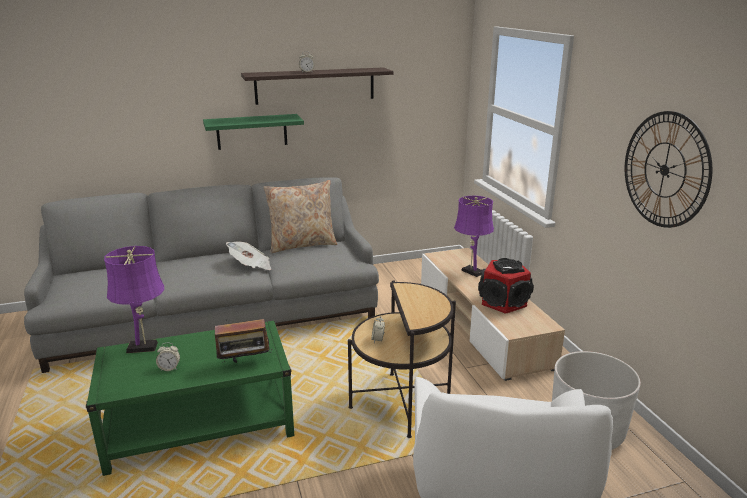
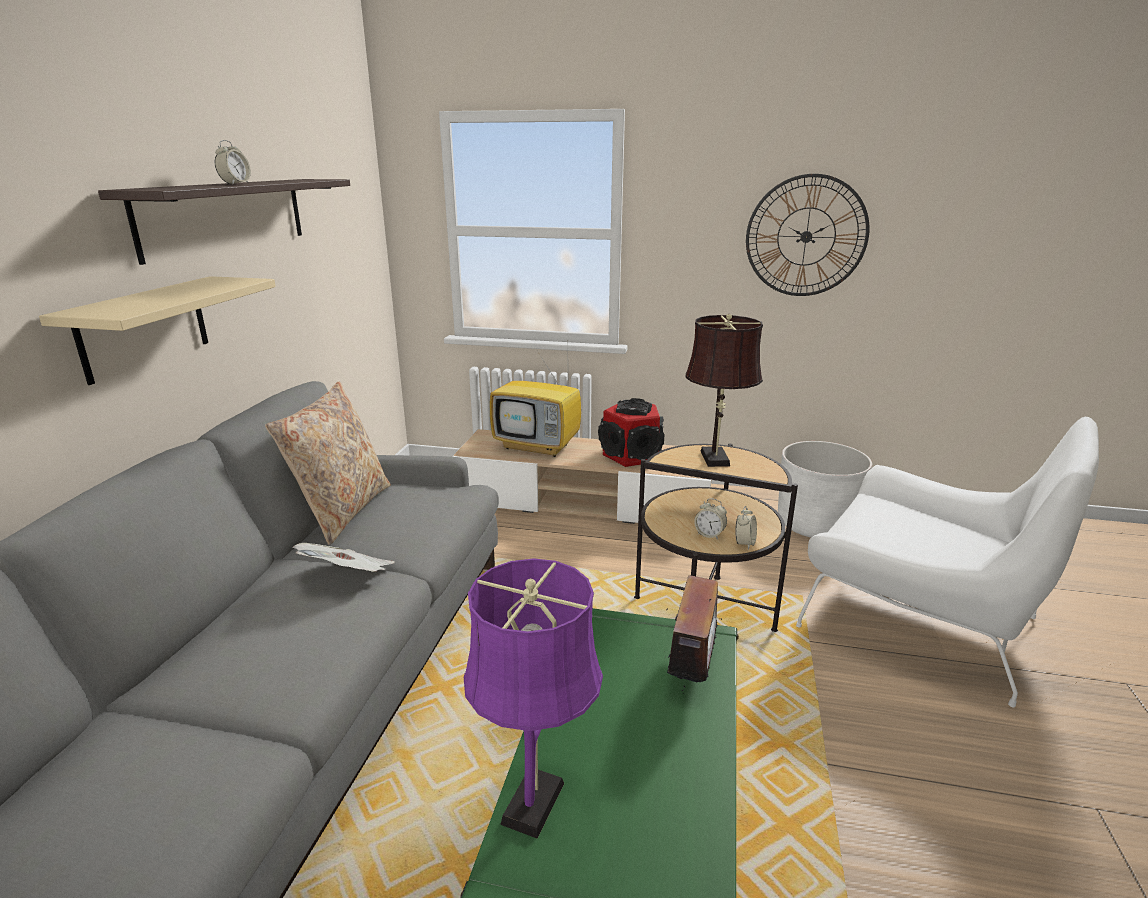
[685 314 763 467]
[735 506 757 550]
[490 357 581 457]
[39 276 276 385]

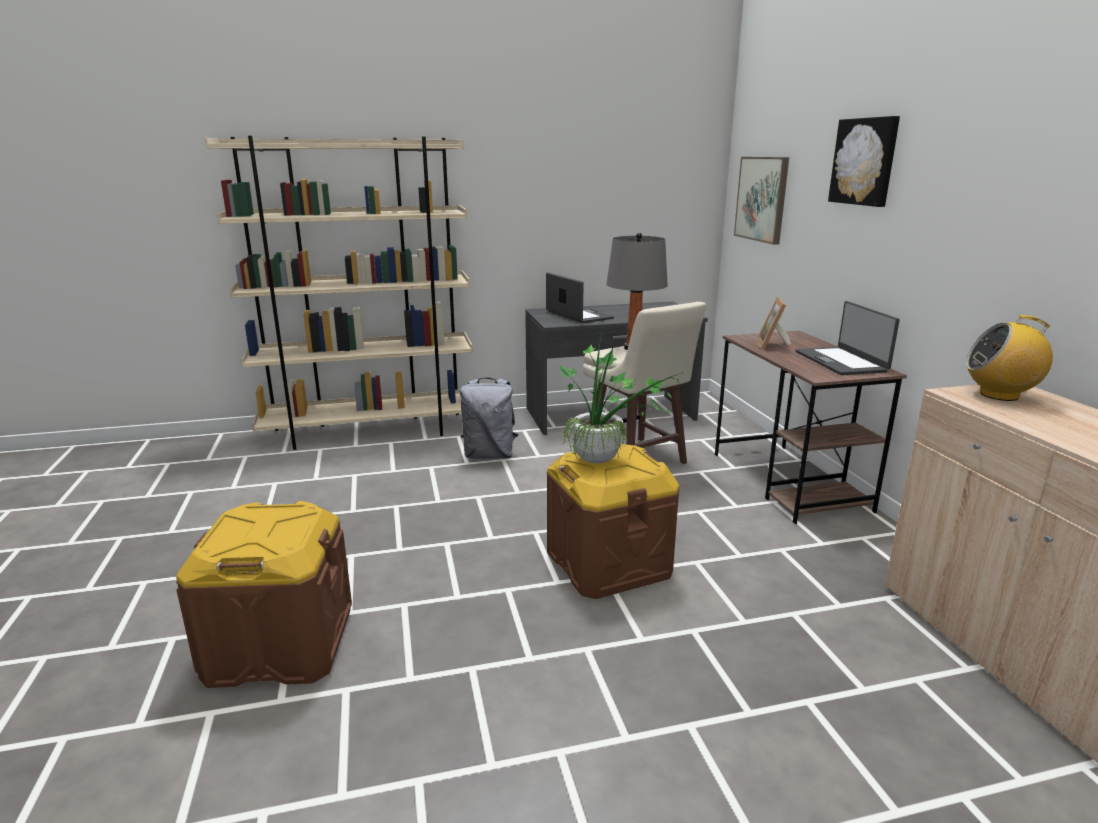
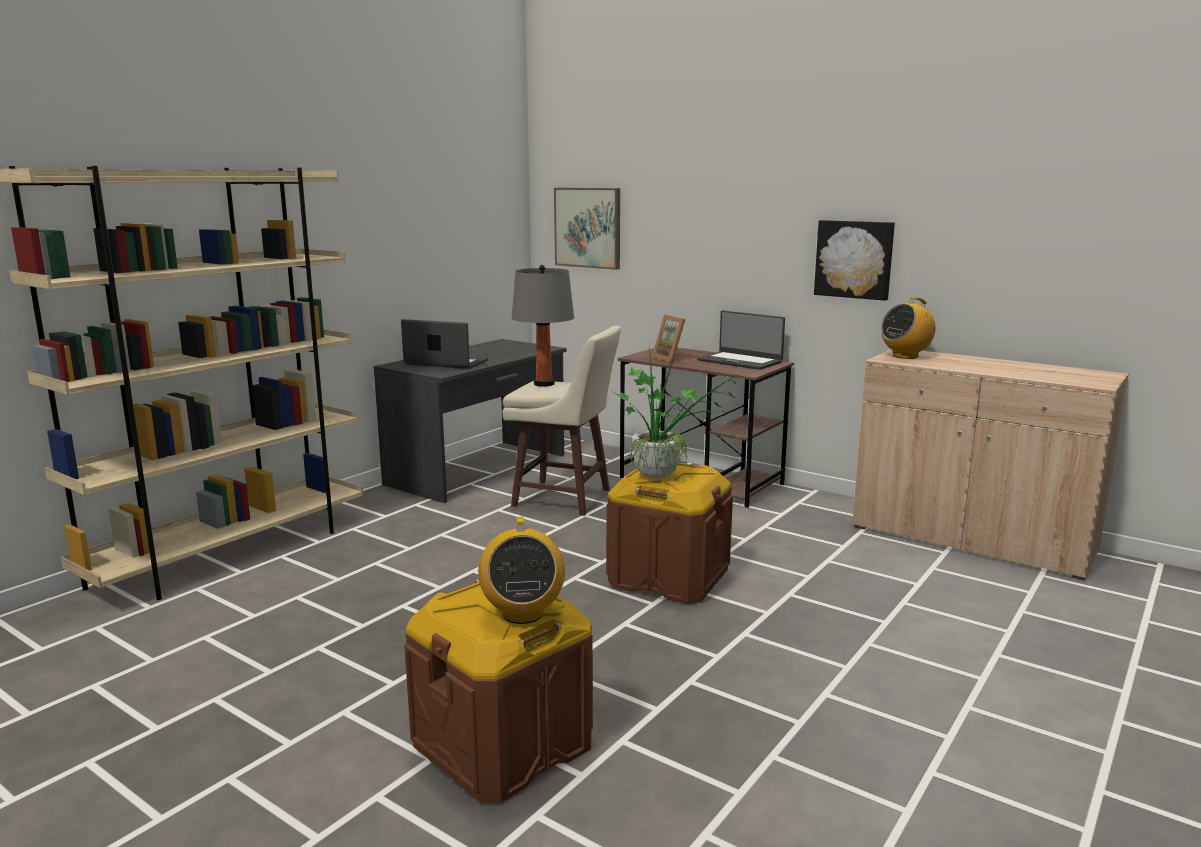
[460 377 518 459] (first image)
[478 517 565 624]
[814 220 895 301]

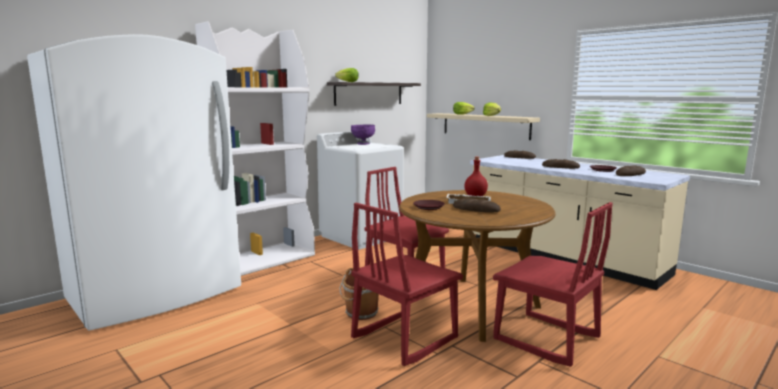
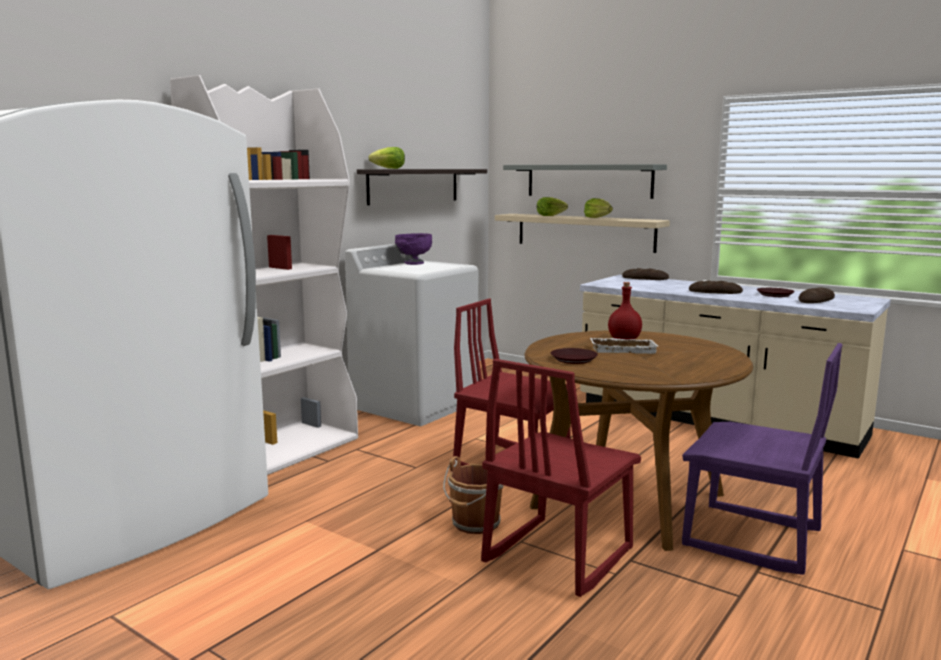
[453 198 501 213] (first image)
[503 164 667 199]
[682 343 843 575]

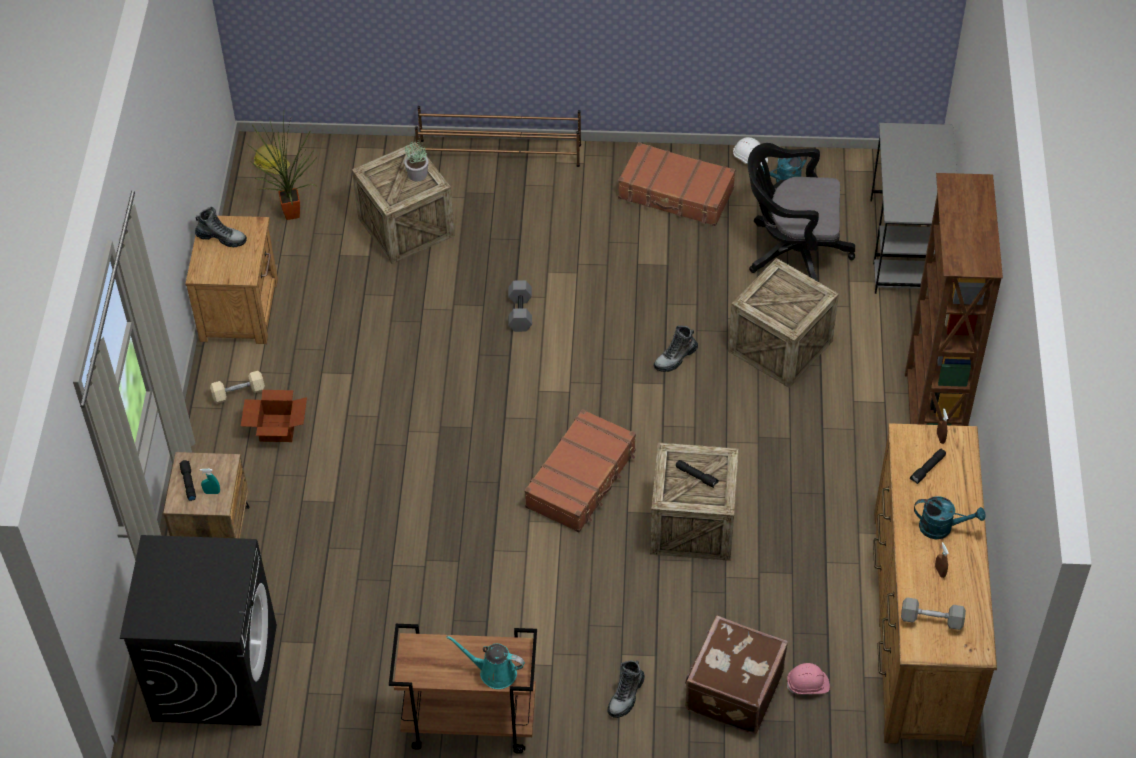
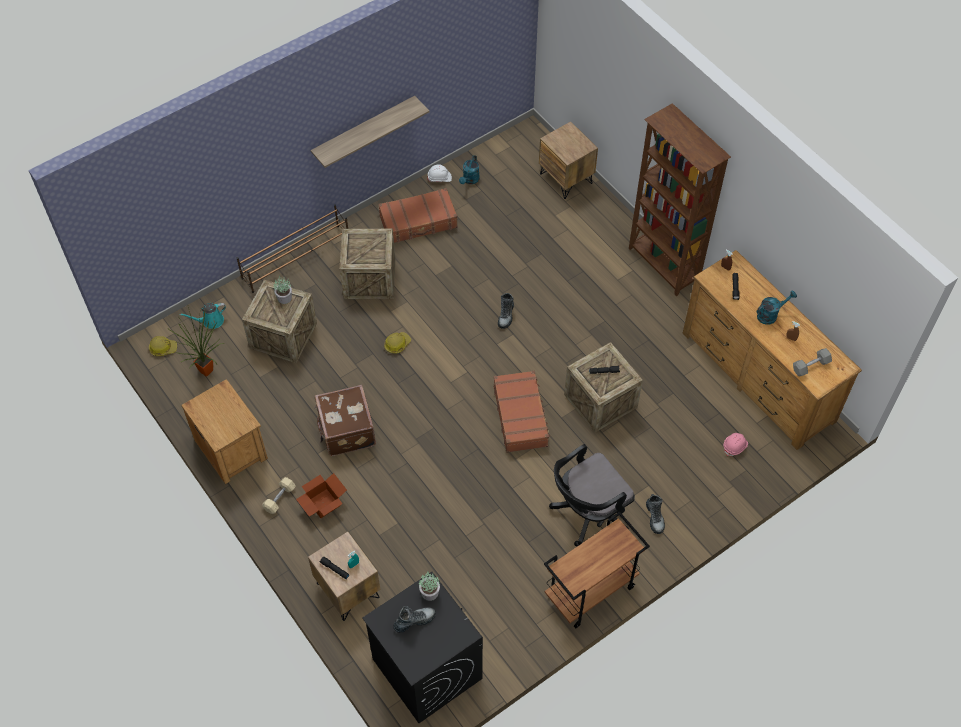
[311 96 429 168]
[419 572 440 601]
[393 606 436 633]
[180 303 226 329]
[315 385 376 456]
[339 229 395 299]
[549 444 635 546]
[384 332 411 354]
[539 121 598 199]

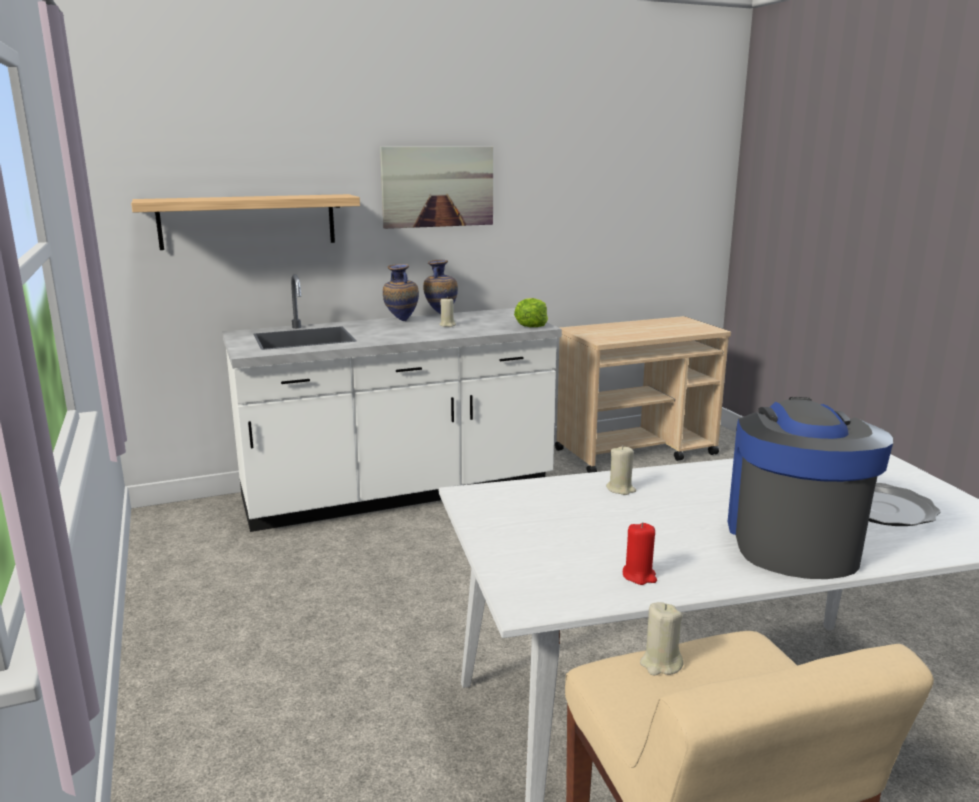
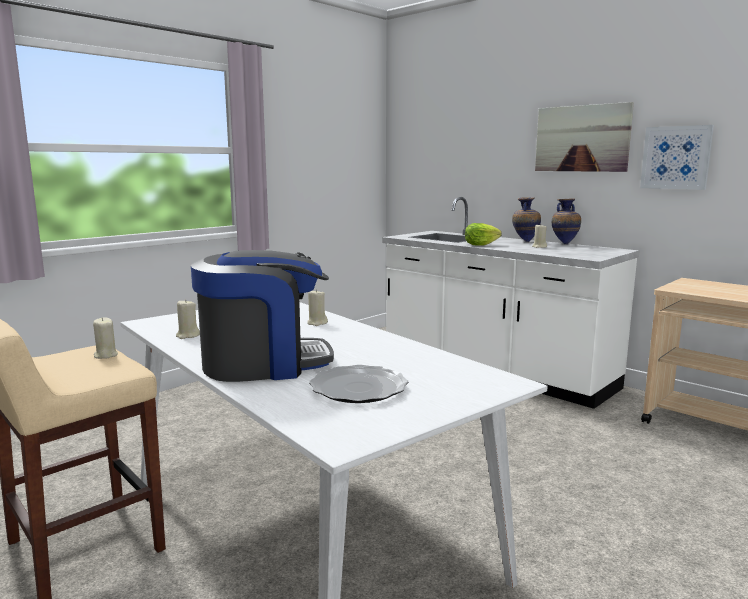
[131 194 360 250] (first image)
[640 125 714 190]
[465 223 502 246]
[176 299 200 339]

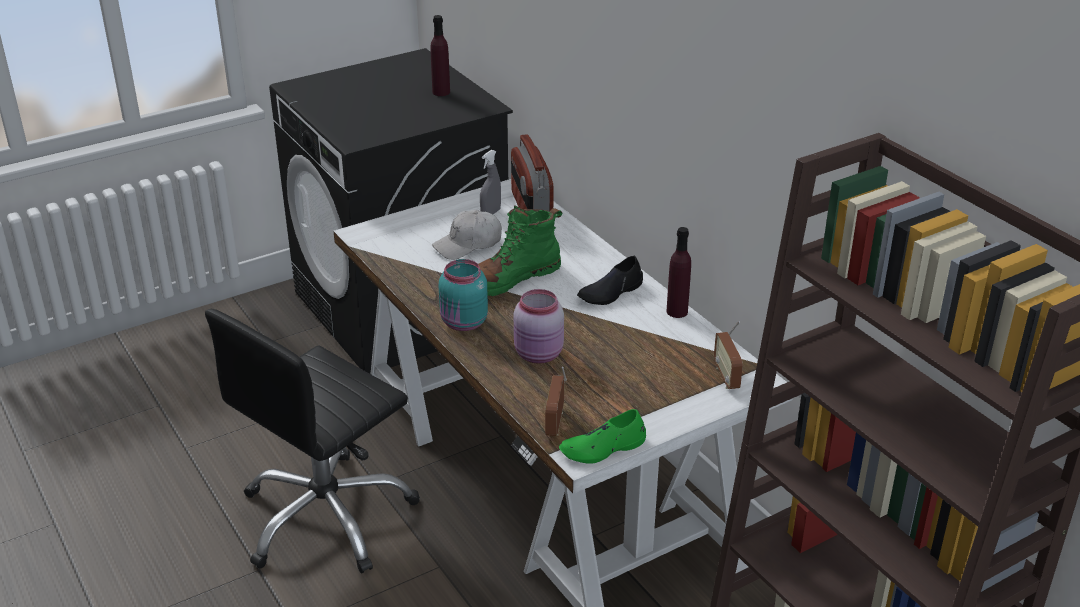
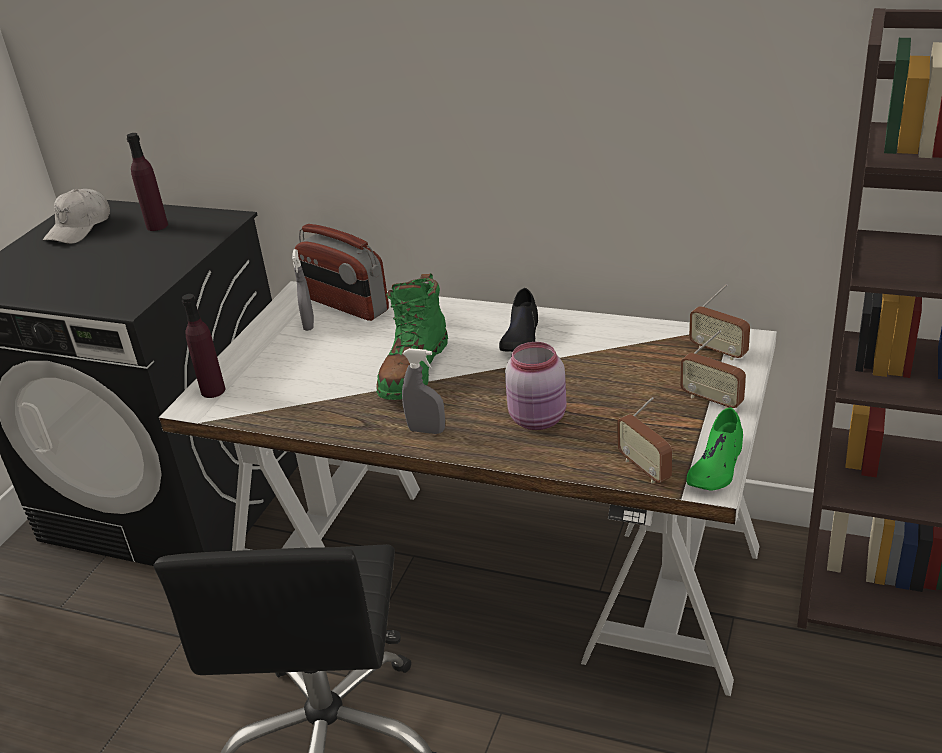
[680 330 746 409]
[43 189 110 244]
[182 294 225 398]
[402 348 445 434]

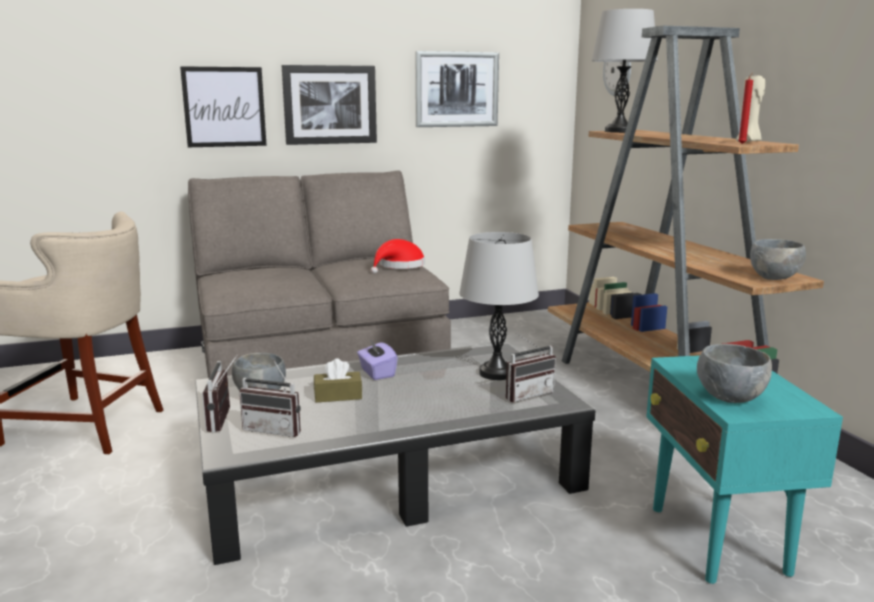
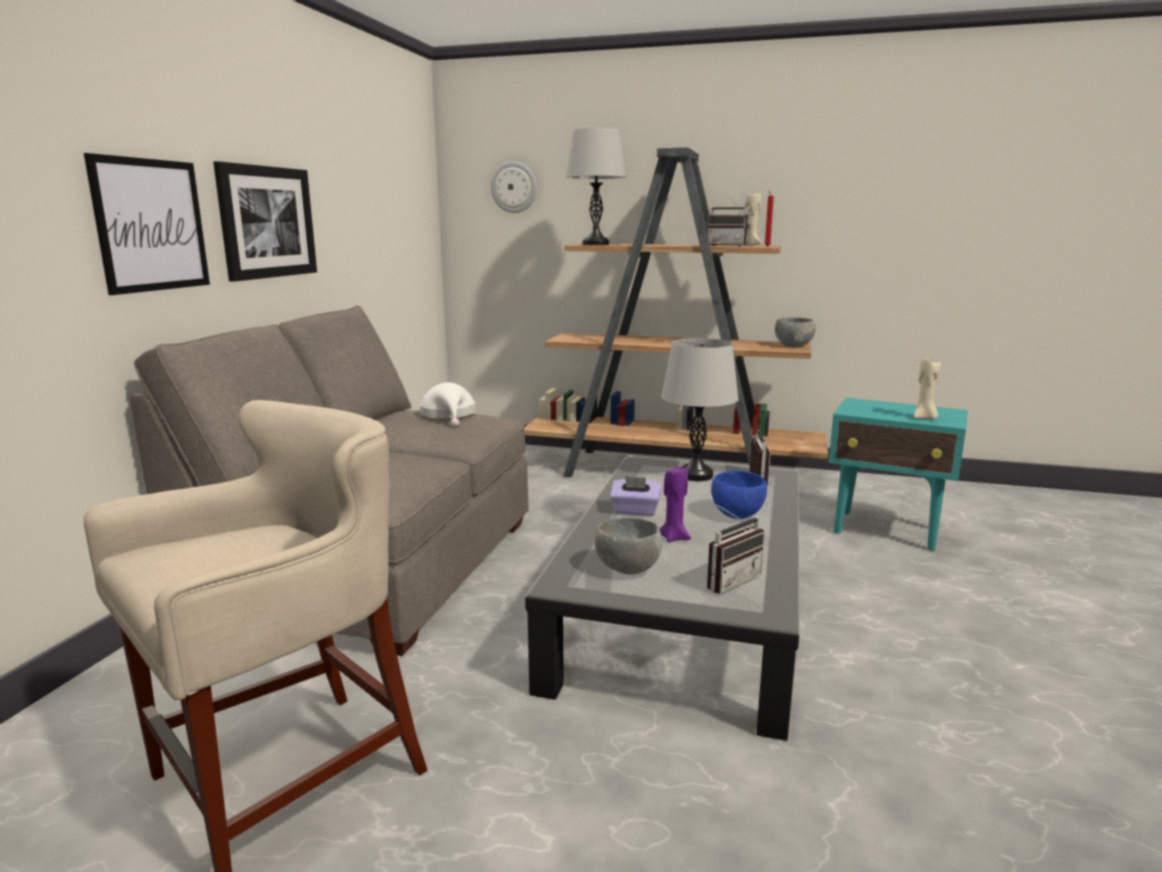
[415 51 499 127] (first image)
[711 470 767 519]
[707 199 749 246]
[659 466 691 542]
[914 358 941 419]
[420 382 476 427]

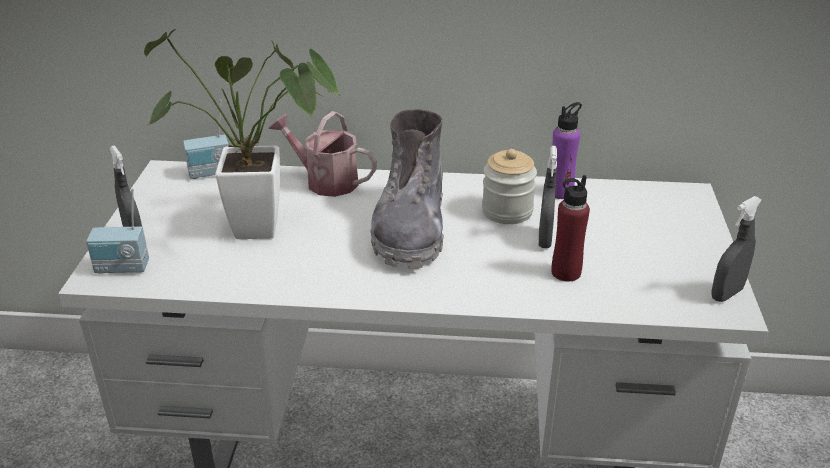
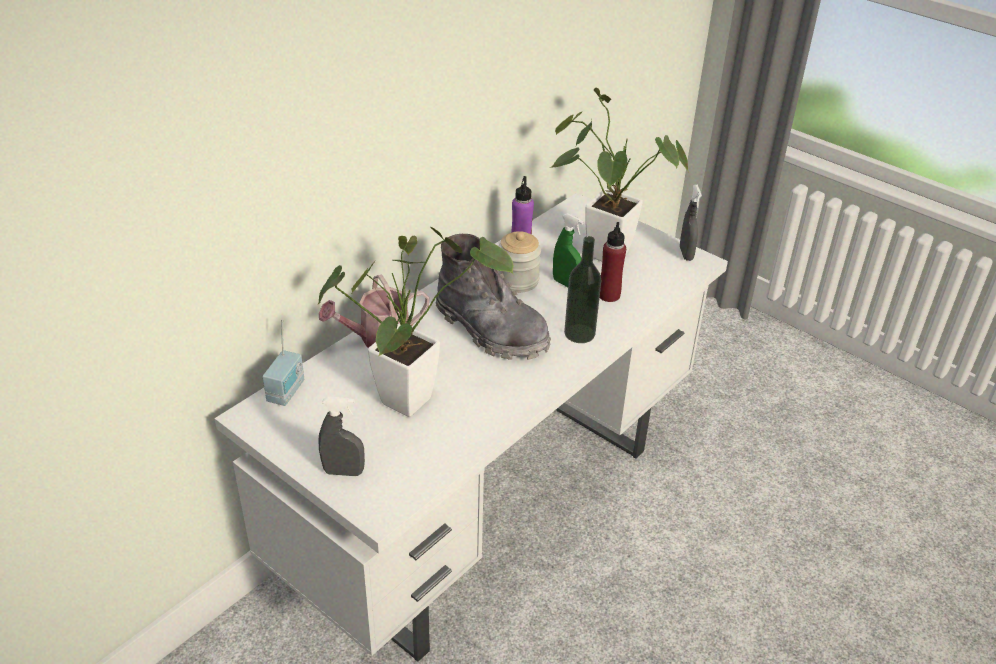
[86 188 149 273] (first image)
[550 88 689 261]
[564 236 601 343]
[553 213 584 287]

